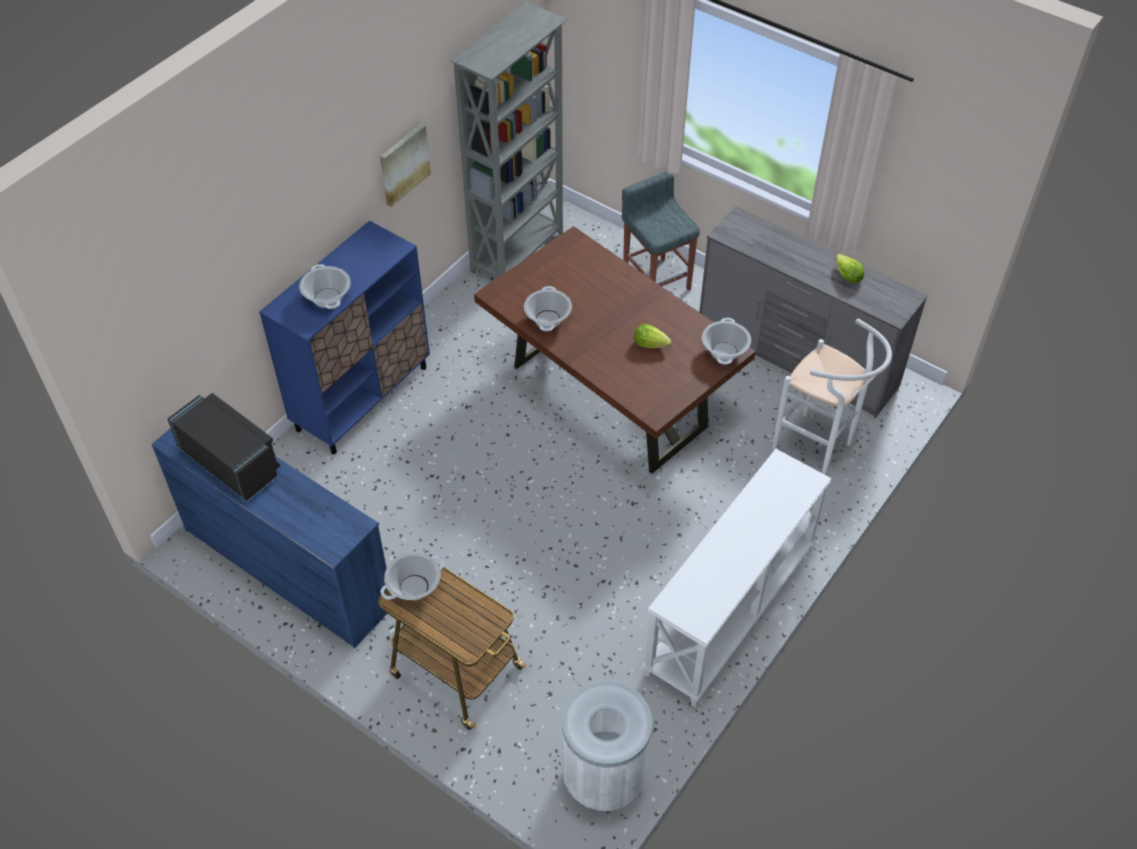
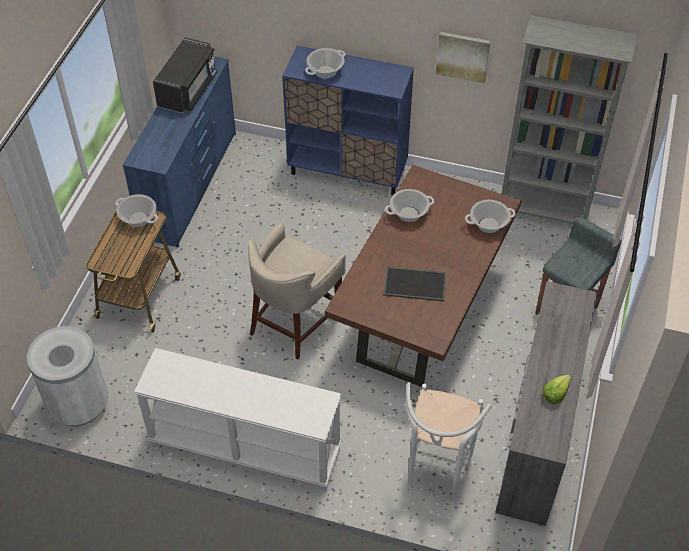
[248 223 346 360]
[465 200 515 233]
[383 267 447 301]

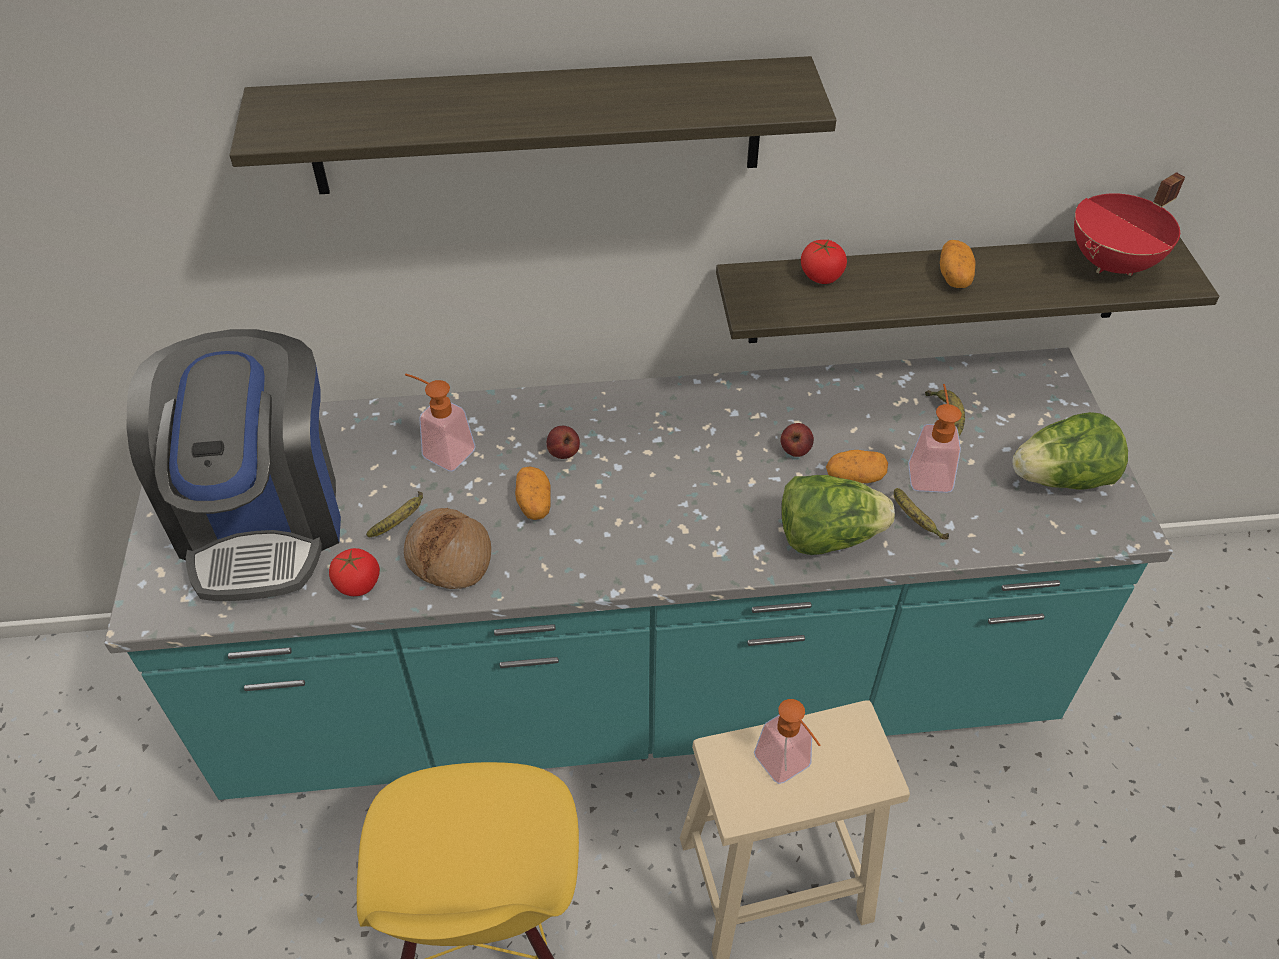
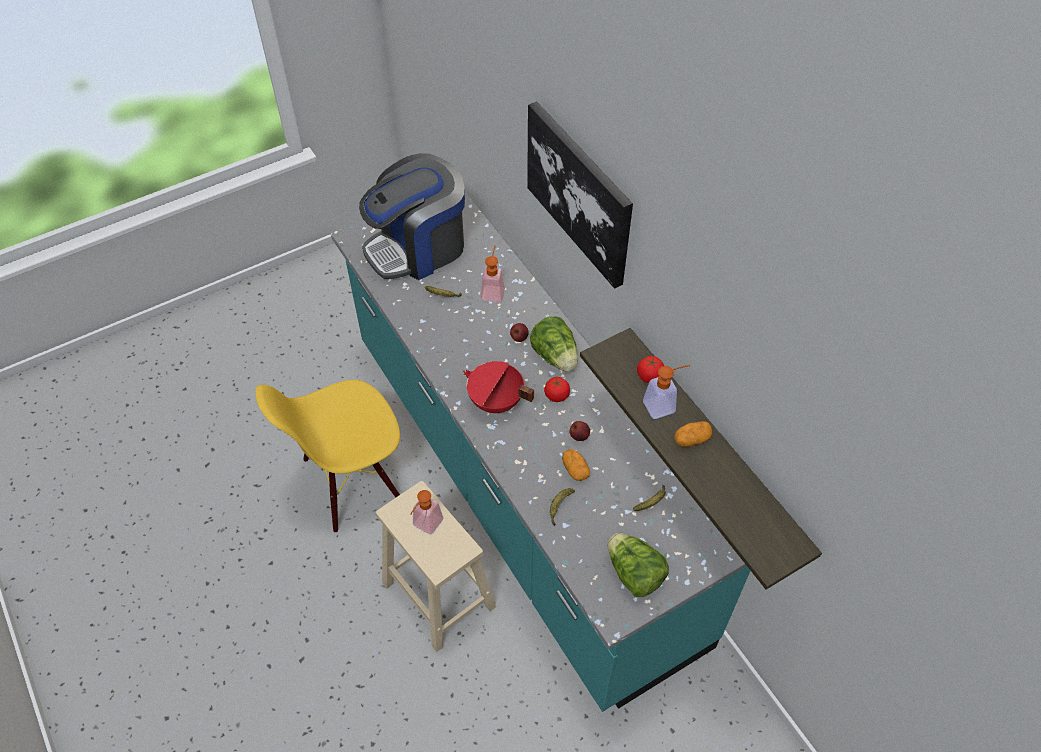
[404 508 491 589] (first image)
[515 467 551 520] (first image)
[544 377 570 402]
[530 316 578 371]
[643 365 690 419]
[463 361 534 413]
[527 101 633 289]

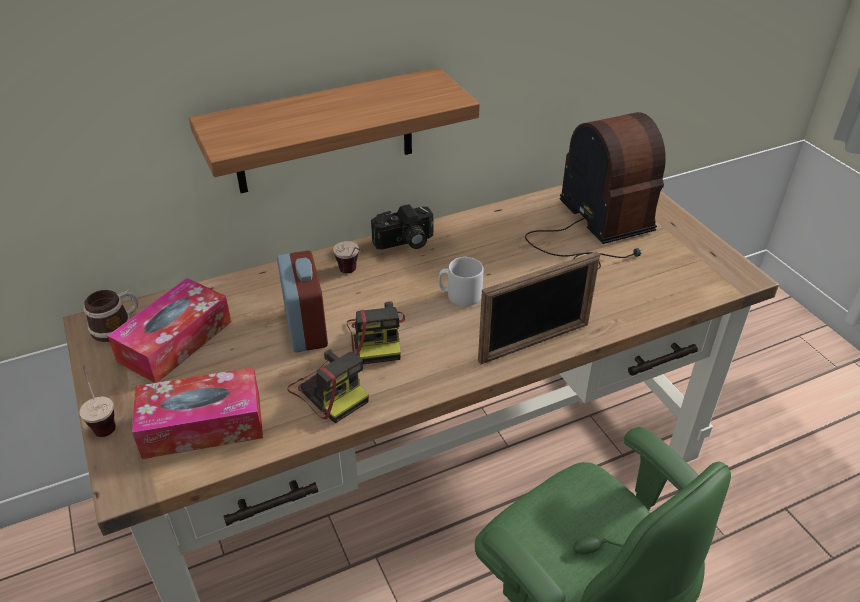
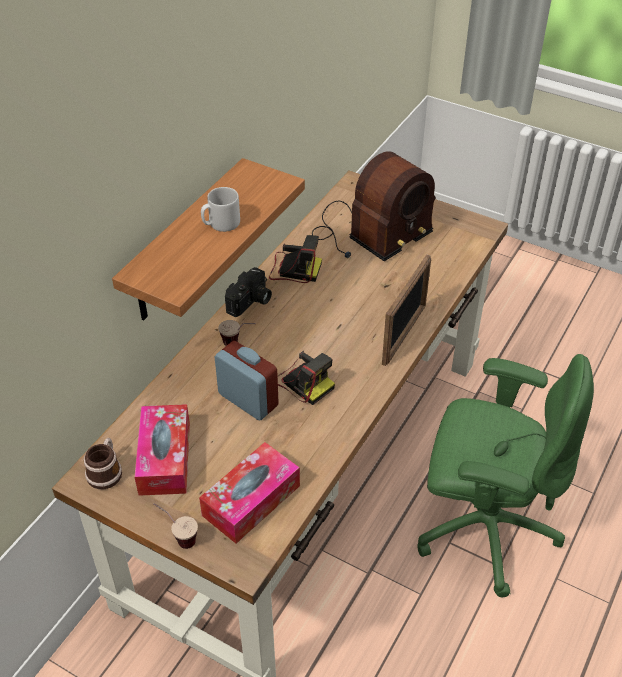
[269 235 322 283]
[201 187 240 232]
[312 151 436 261]

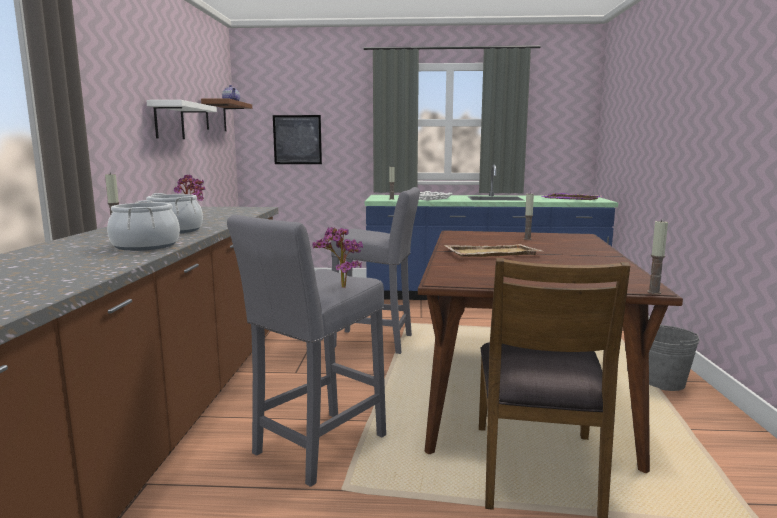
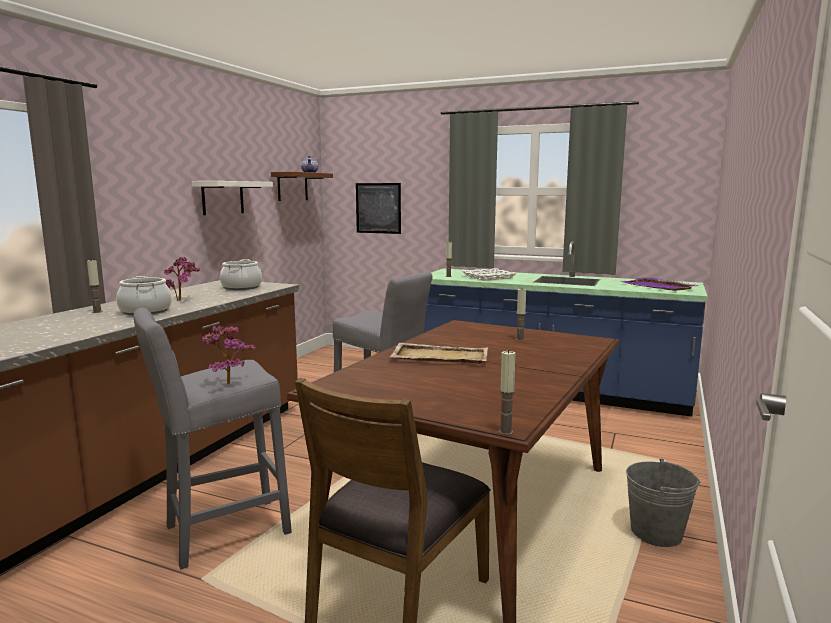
[220 259 262 290]

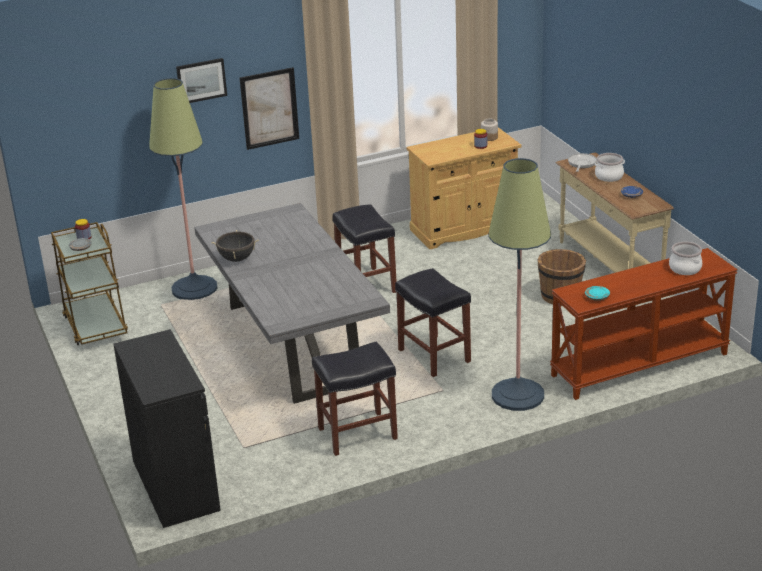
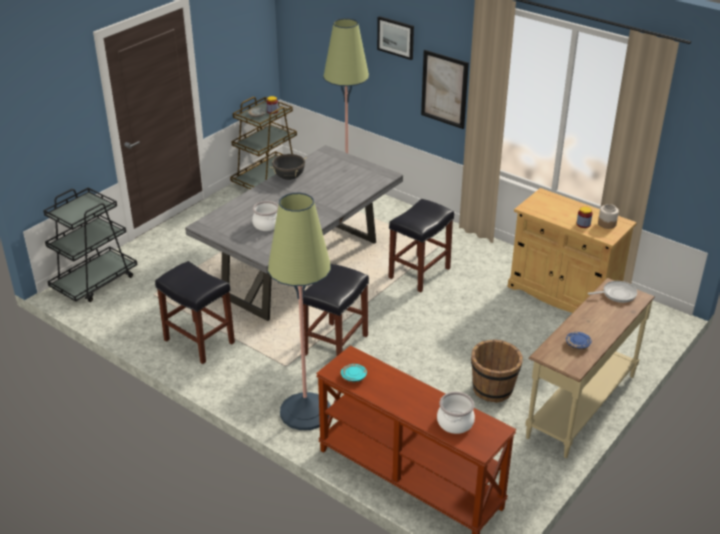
[252 201 279 231]
[43 188 137 302]

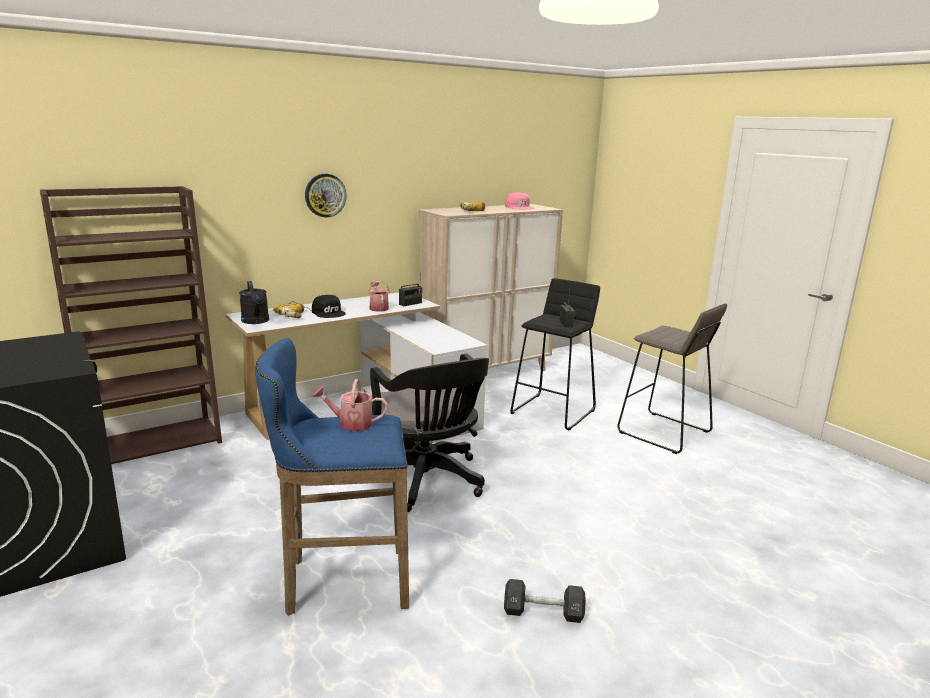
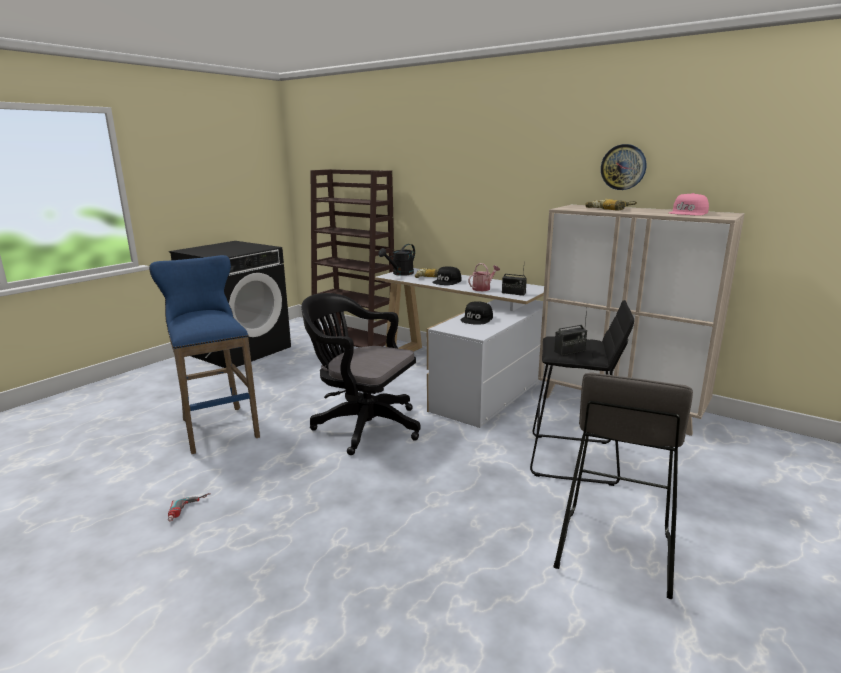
[312 379 388 431] (first image)
[461 301 493 325]
[601 144 646 190]
[168 493 211 522]
[301 293 421 455]

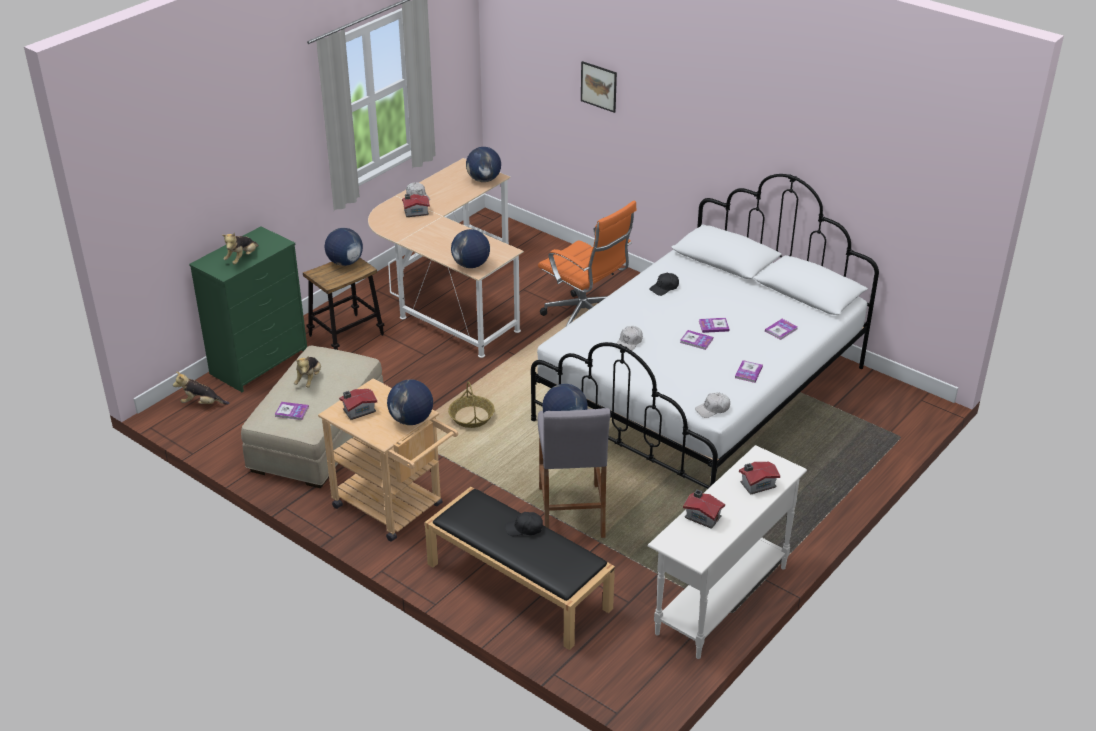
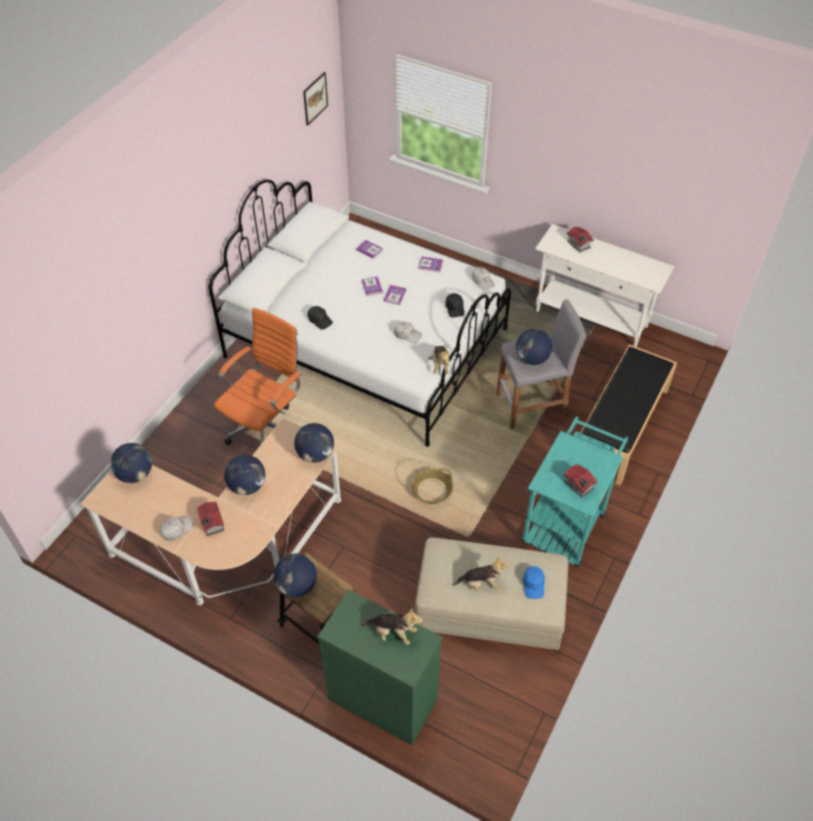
[683 489 725 529] (first image)
[428 346 450 374]
[224 455 265 495]
[445 293 465 317]
[303 72 328 125]
[523 566 545 599]
[521 416 628 567]

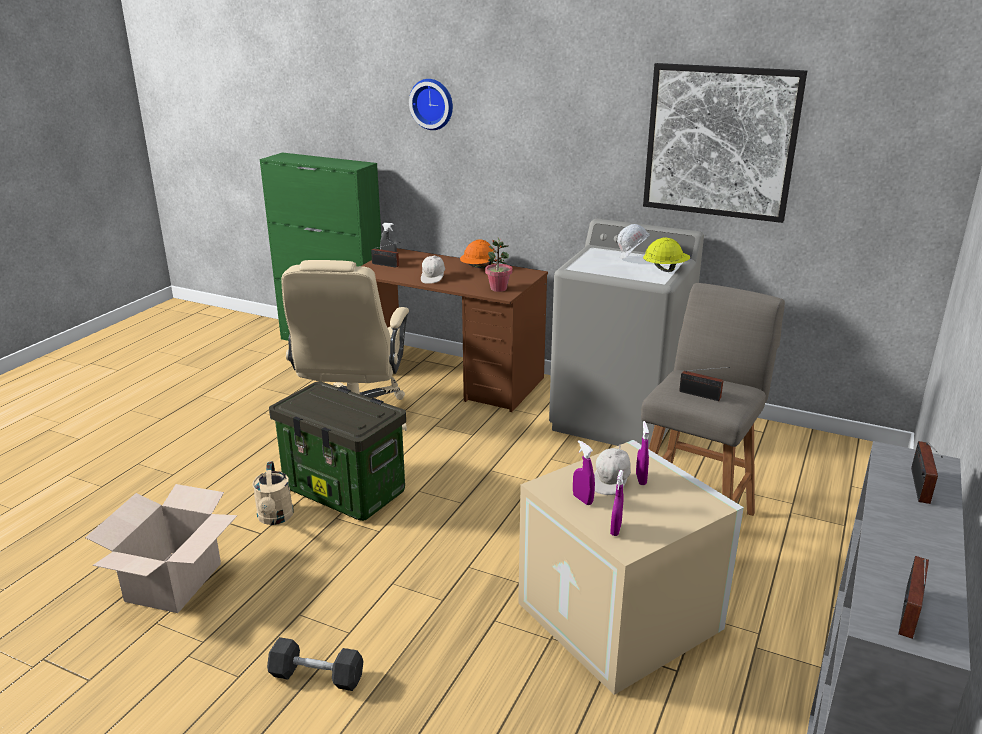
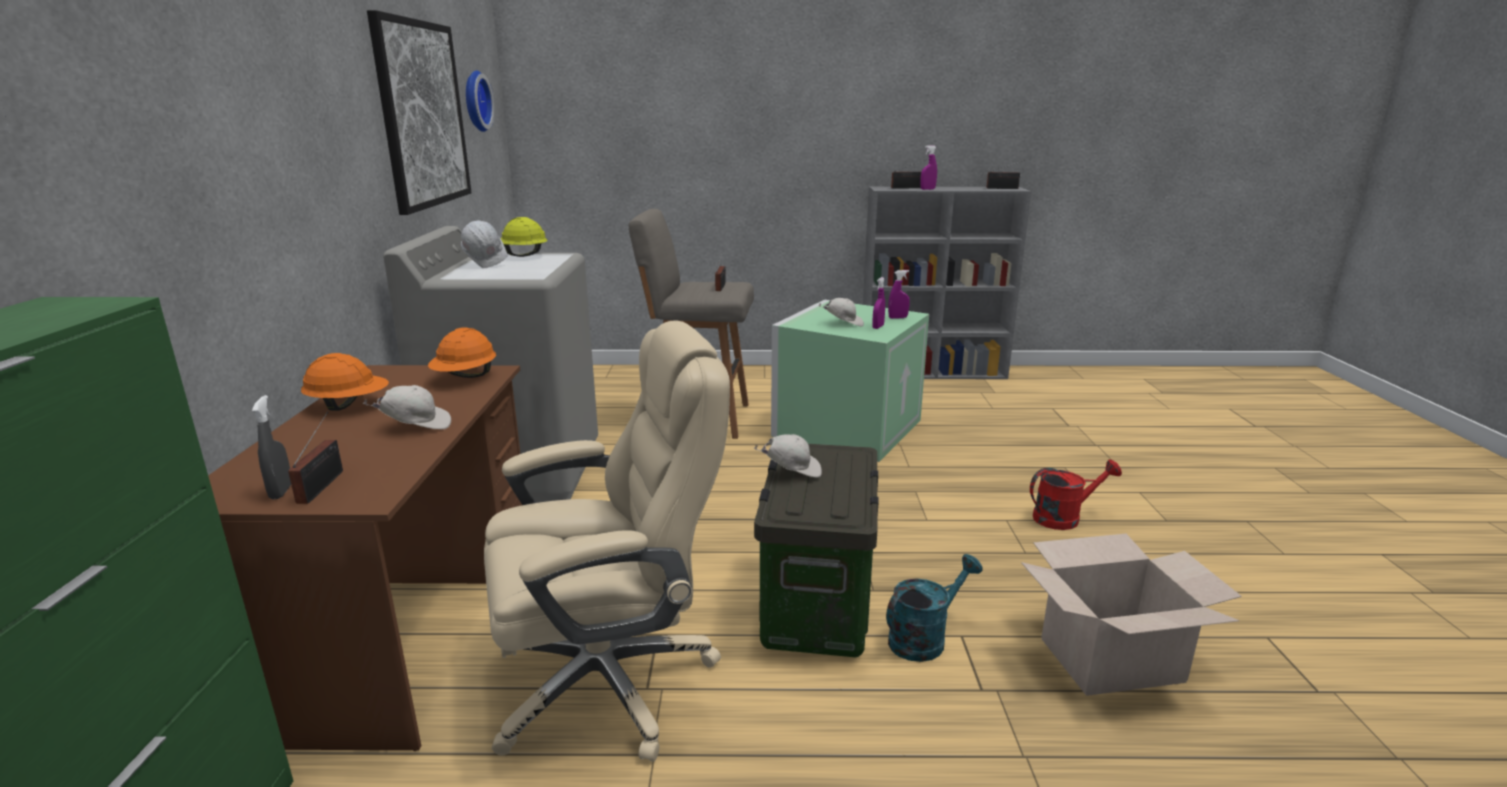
[754 434 822 477]
[466 70 494 132]
[920 145 937 190]
[1030 460 1122 530]
[428 327 496 378]
[886 554 983 662]
[771 300 929 462]

